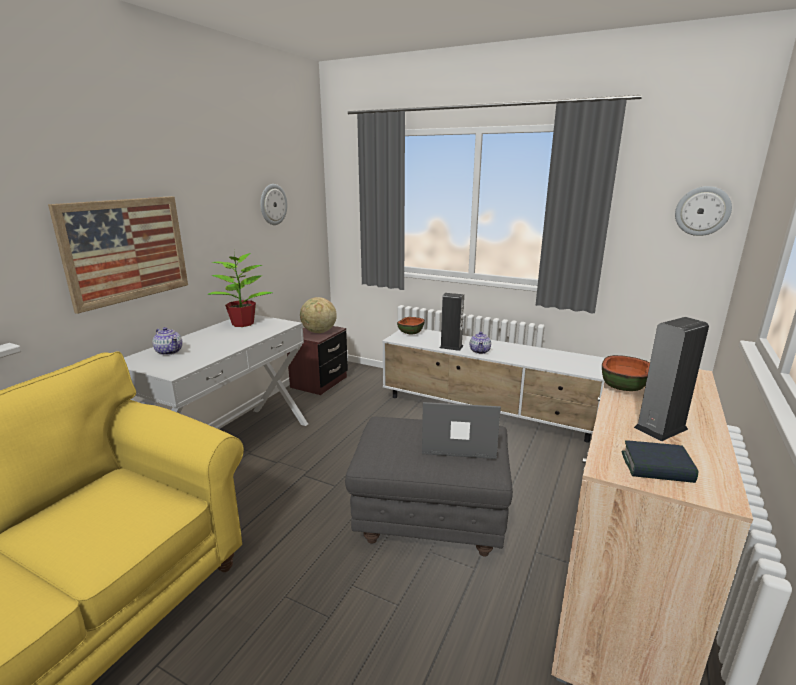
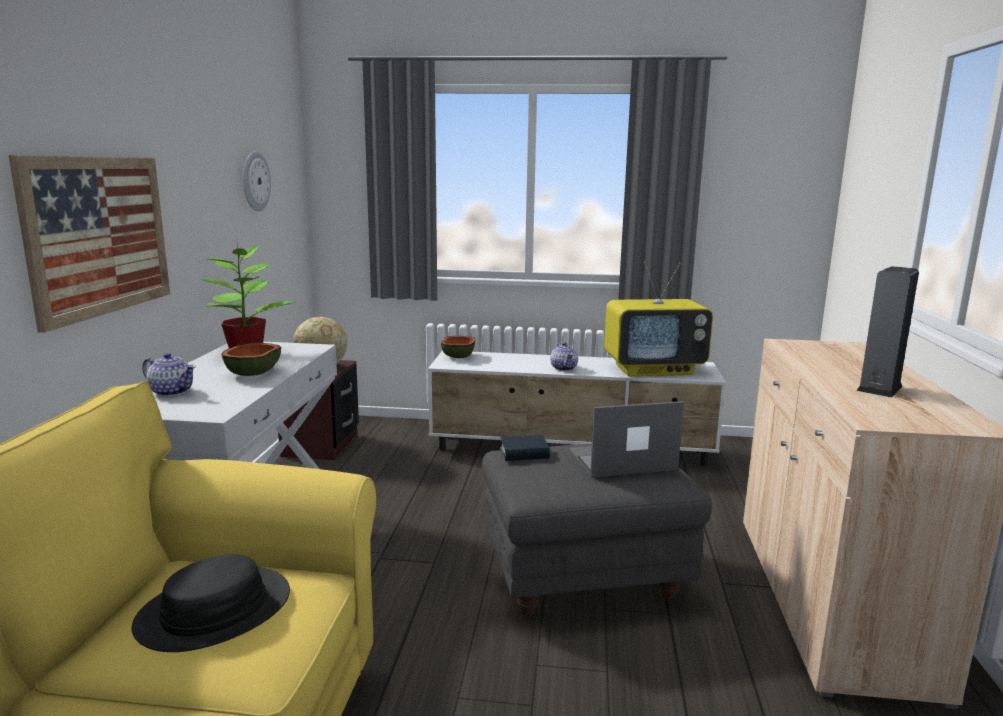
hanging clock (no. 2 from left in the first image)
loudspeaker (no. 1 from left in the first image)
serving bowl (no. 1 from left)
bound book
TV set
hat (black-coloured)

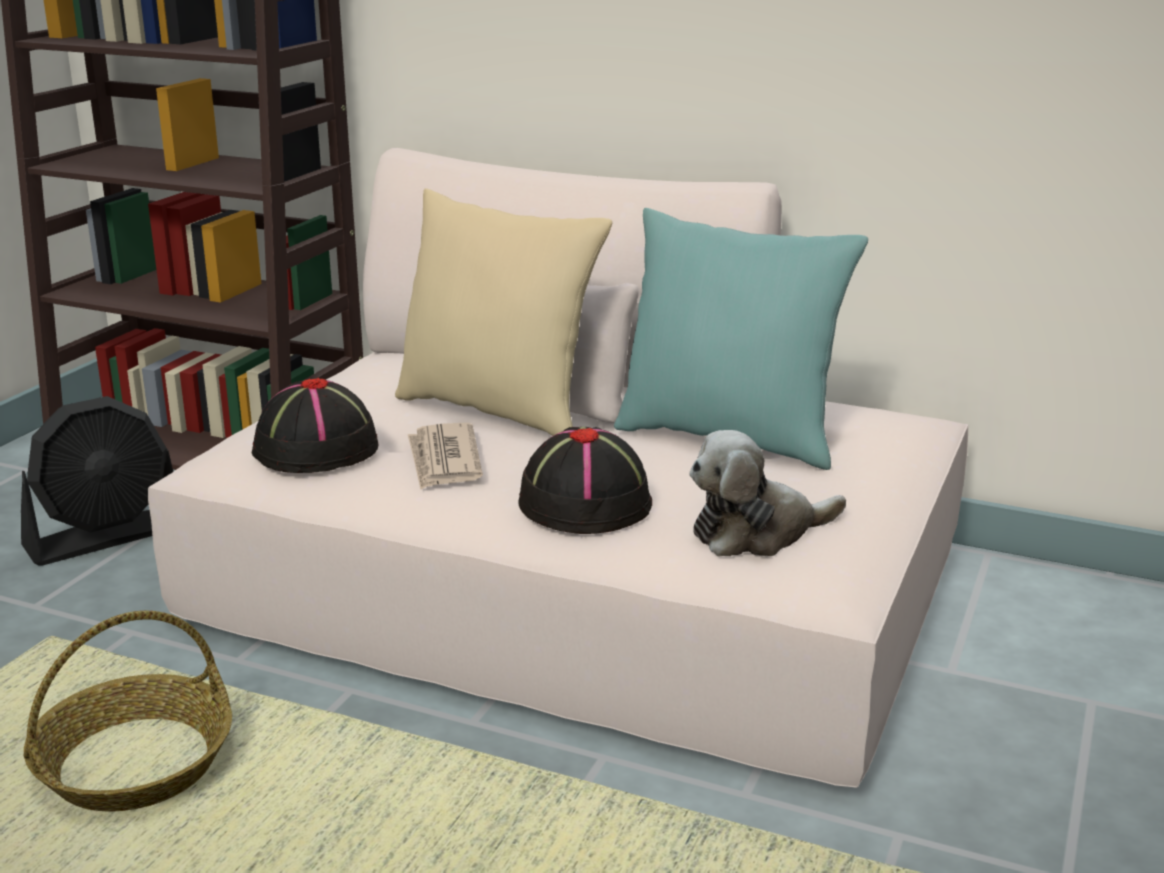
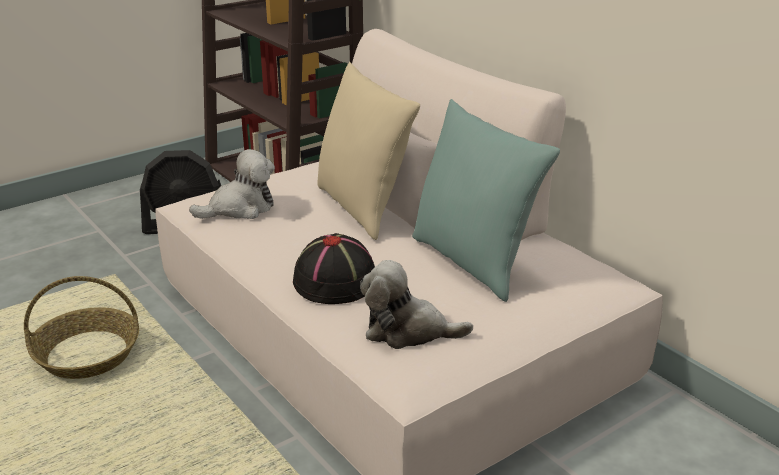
soft toy (no. 1 from left)
printed paper

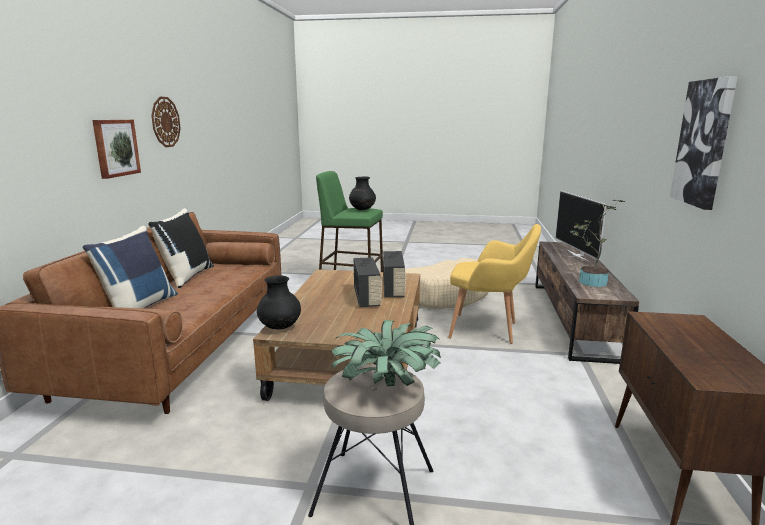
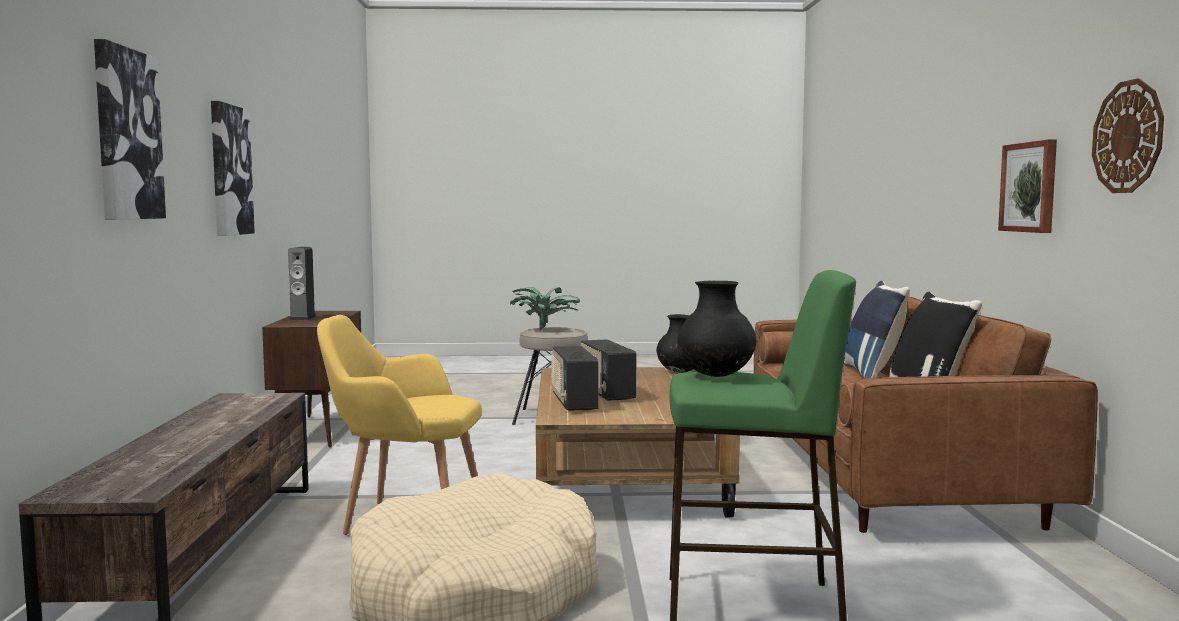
TV set
potted plant (no. 2 from left in the first image)
wall picture (no. 1 from left)
loudspeaker

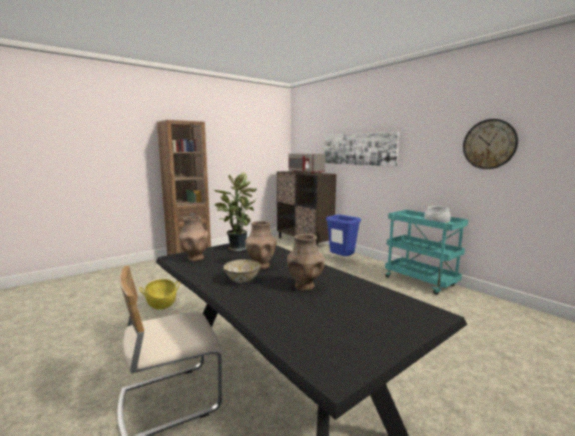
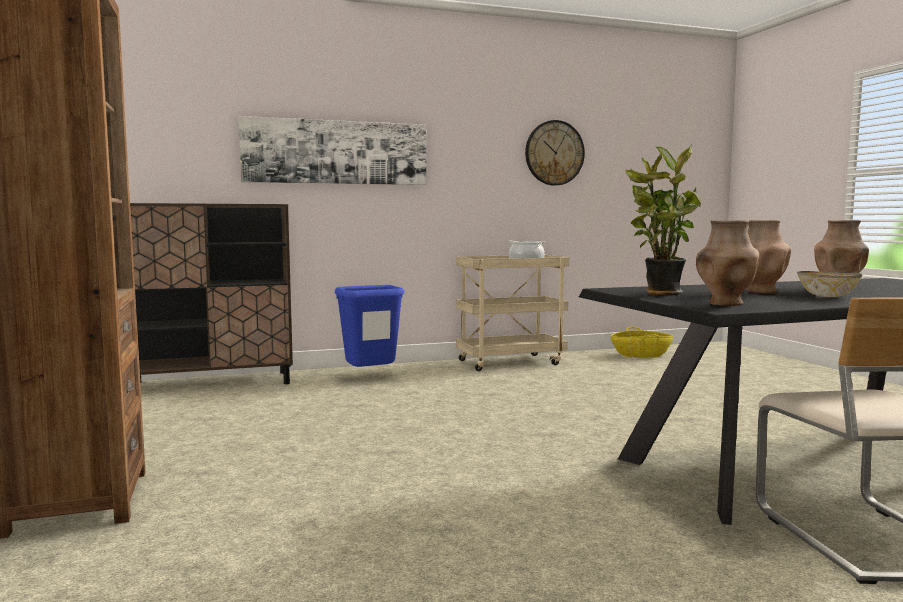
kitchen microwave (gray)
wheeled cart (sand-coloured)
storage basket

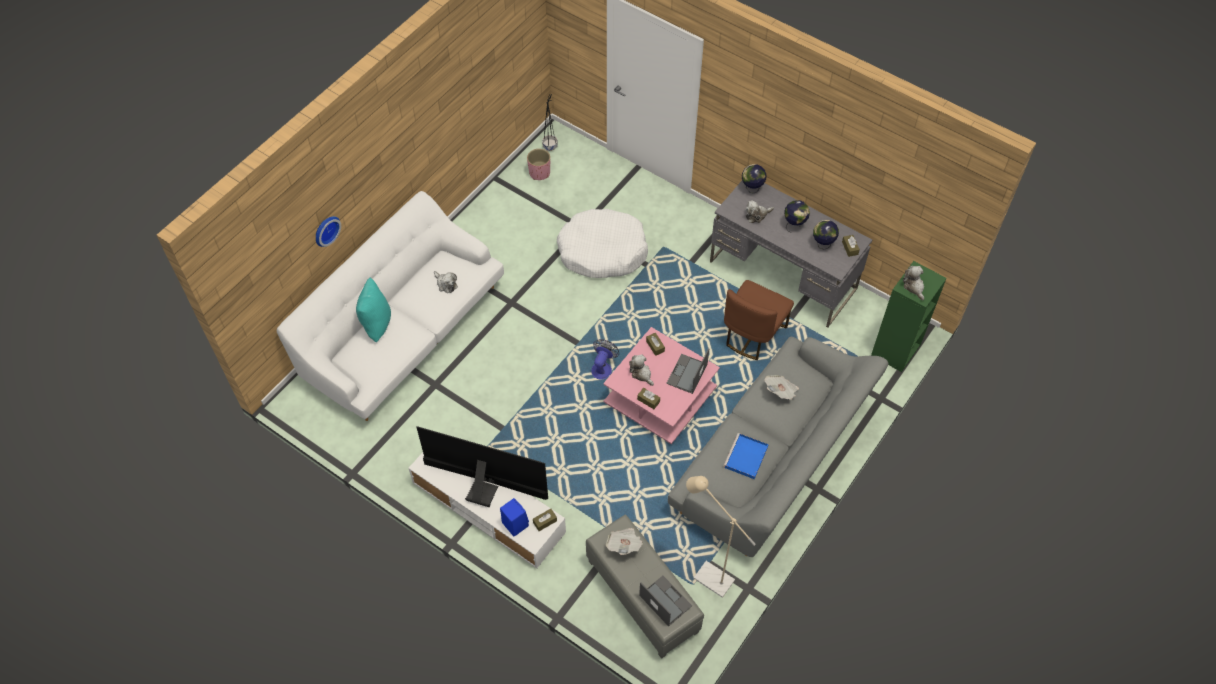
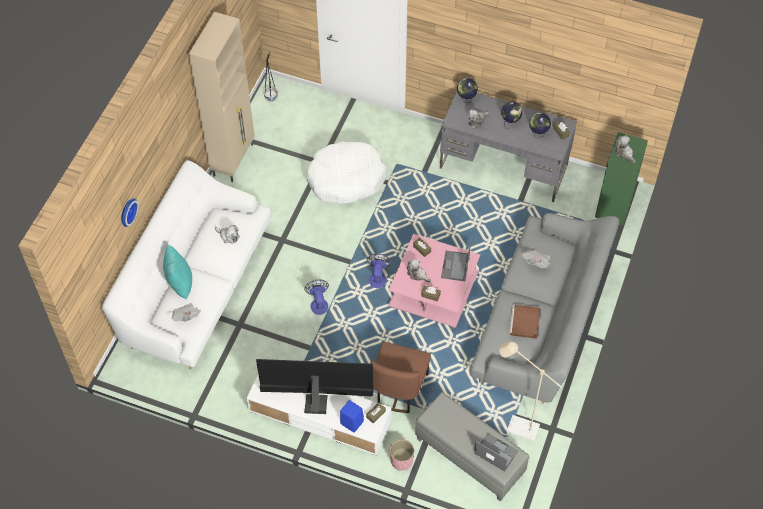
plant pot (pinkish)
upright chair (brownish)
tray (brownish)
printed paper (no. 1 from left)
storage cabinet (sand-coloured)
cooling fan (no. 1 from left)

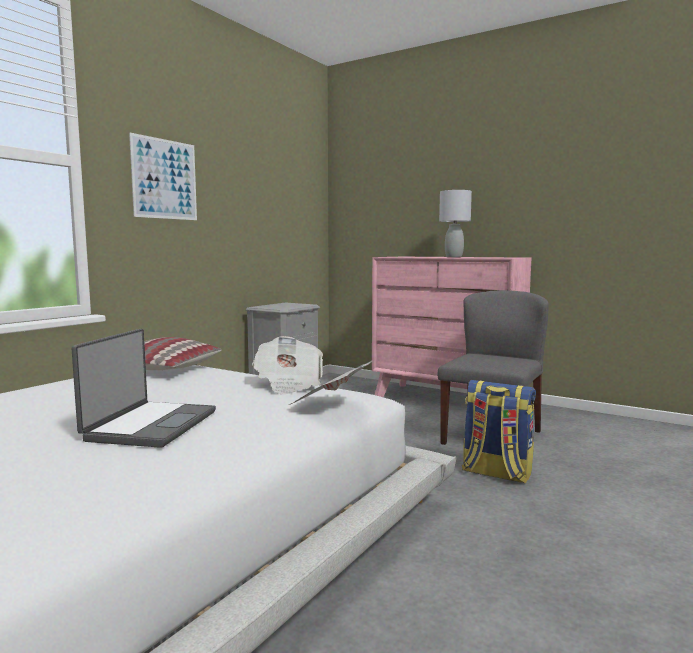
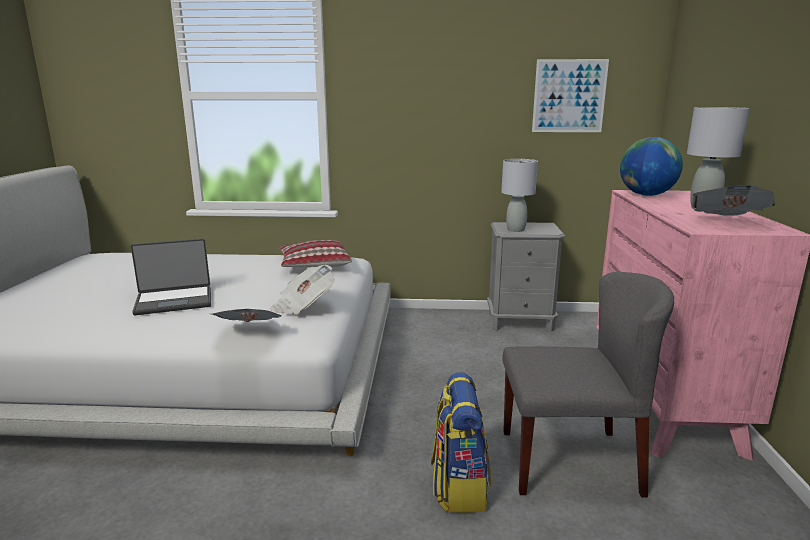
wall picture
desk globe
lamp for a table (gray) (no. 1 from left)
printed paper (no. 3 from left)

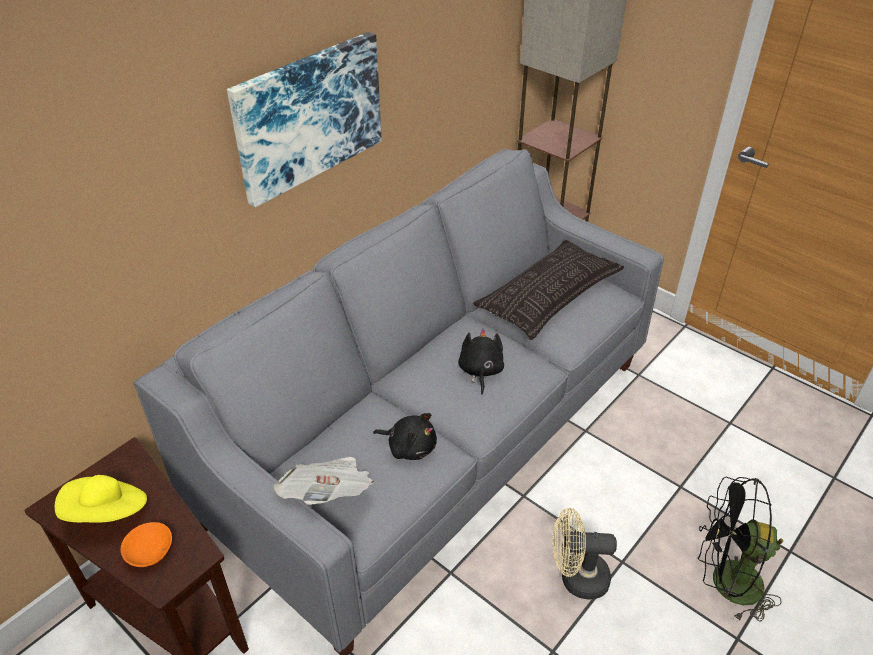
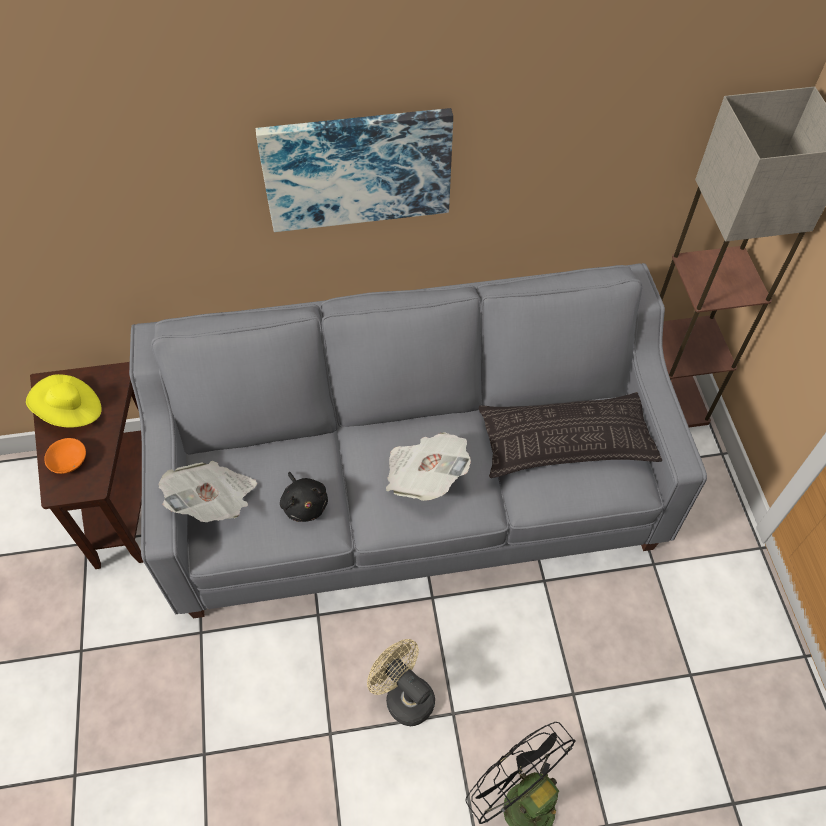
printed paper (no. 2 from left)

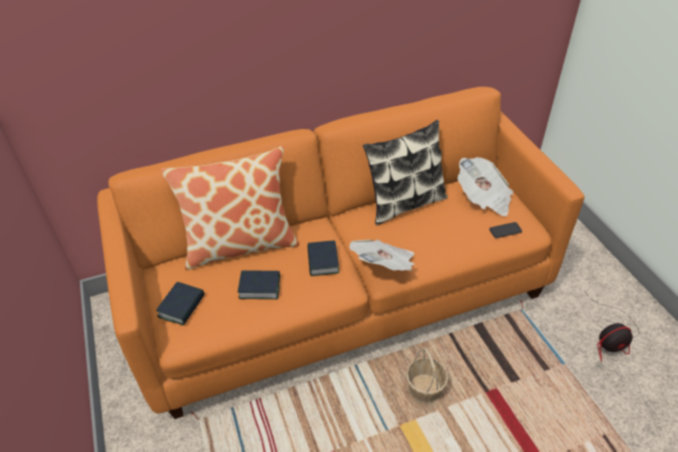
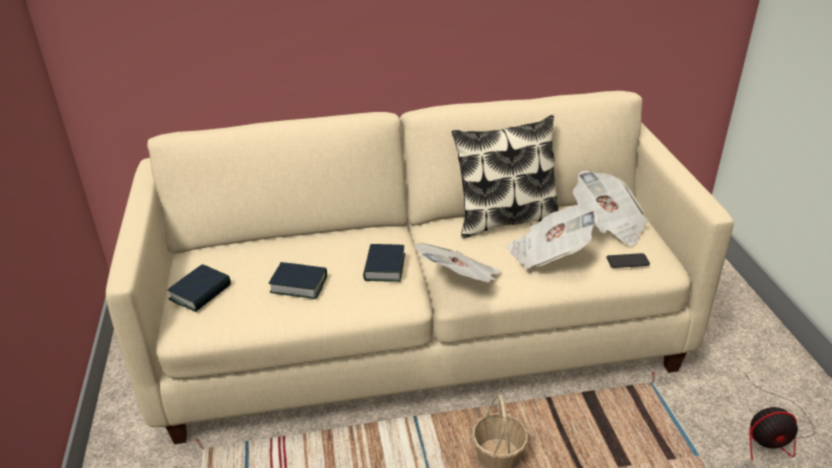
settee (sand-coloured)
cushion (no. 1 from left in the first image)
printed paper (no. 2 from left)

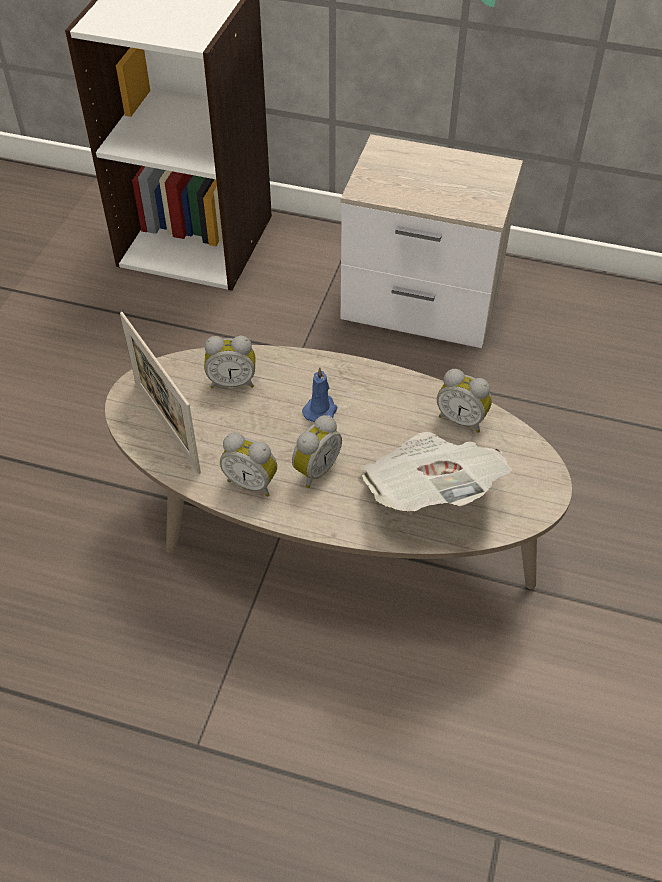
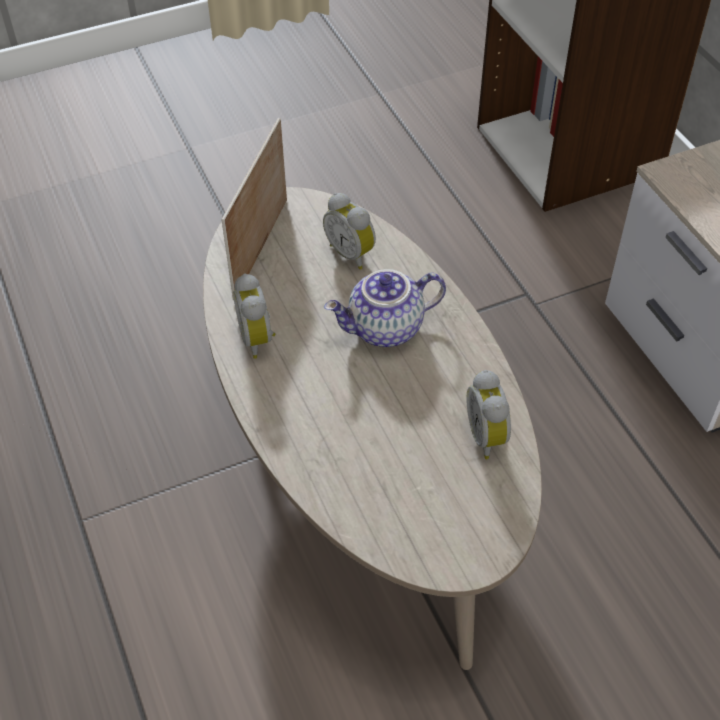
pot for tea
alarm clock (no. 3 from left in the first image)
printed paper

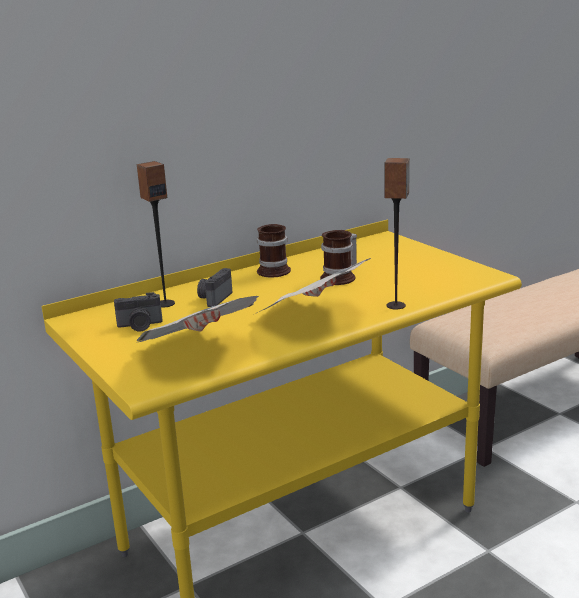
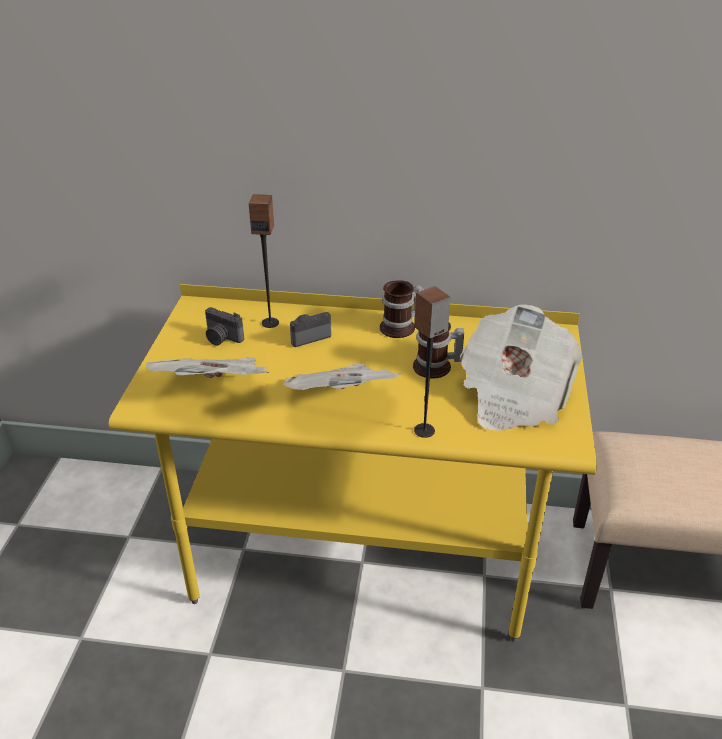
printed paper (no. 3 from left)

